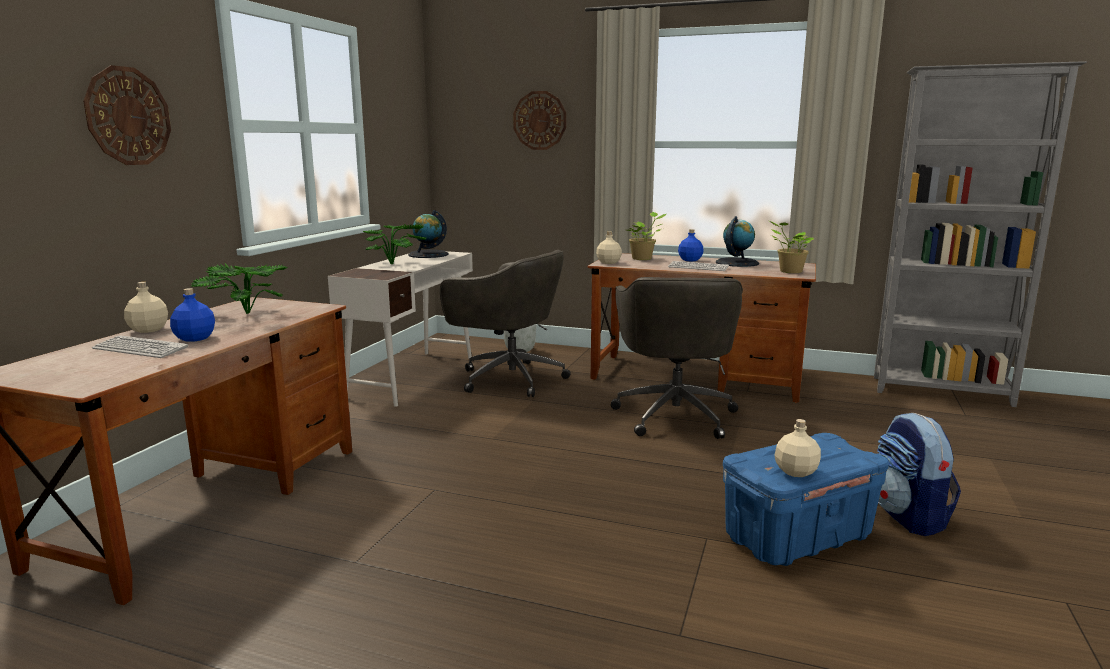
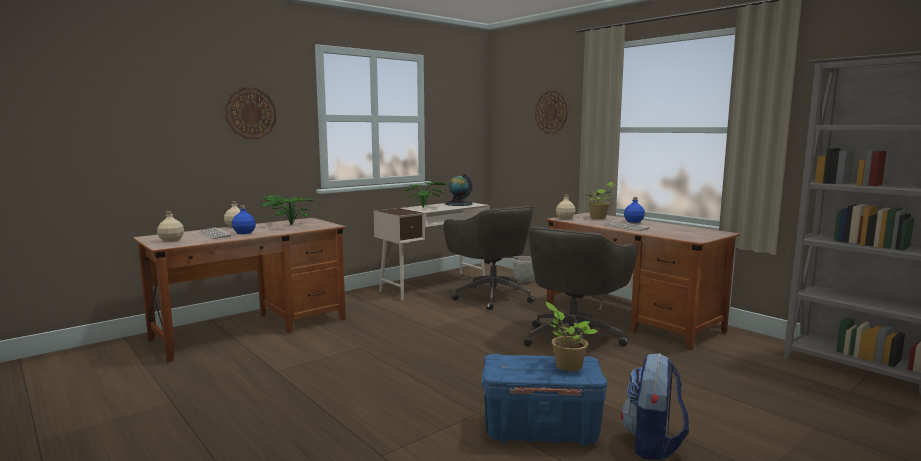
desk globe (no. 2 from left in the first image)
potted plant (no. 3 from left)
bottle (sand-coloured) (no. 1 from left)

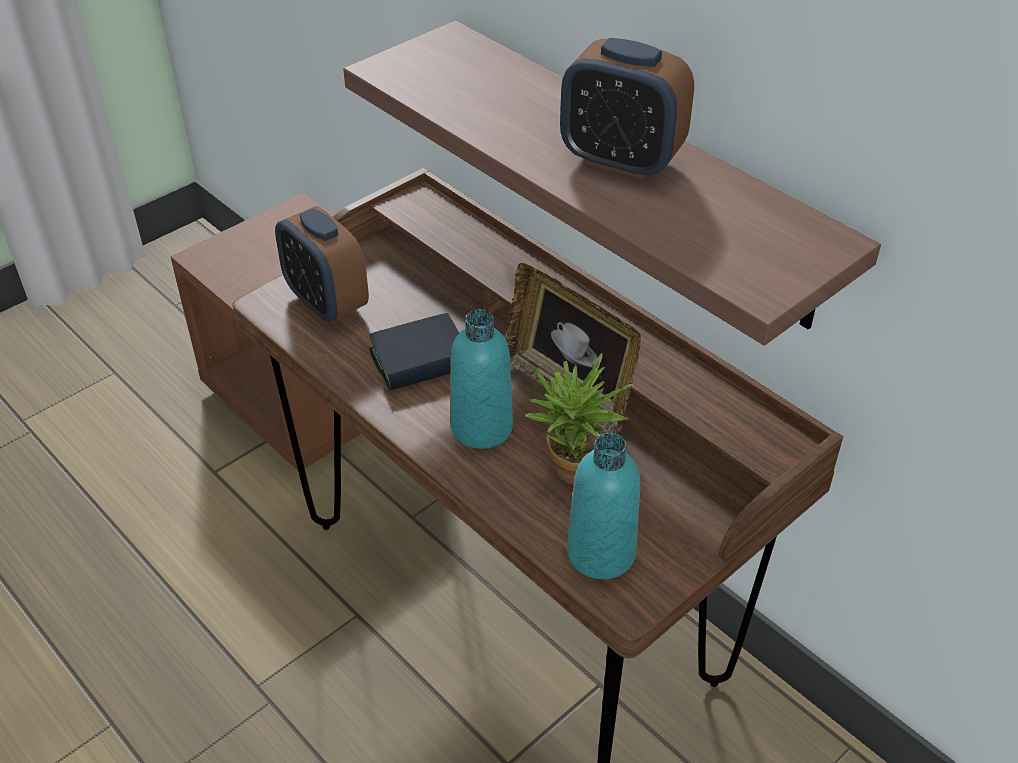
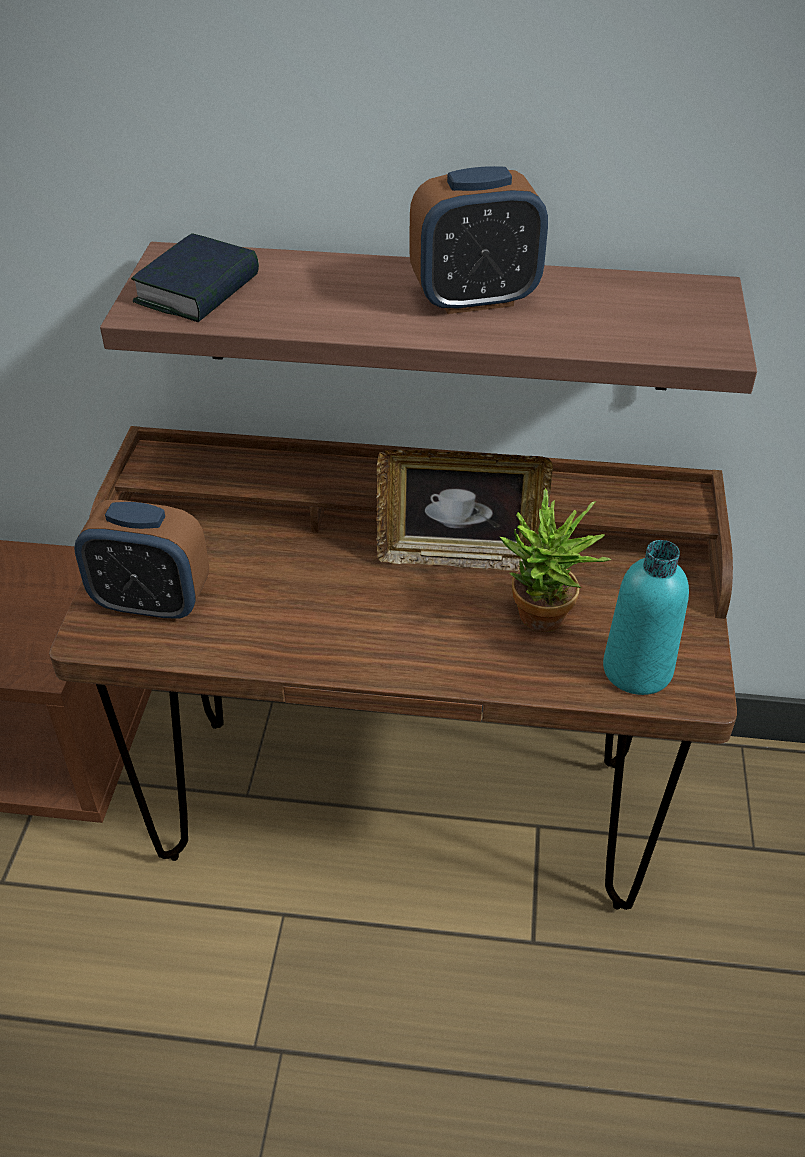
bottle (turquoise-coloured) (no. 1 from left in the first image)
bound book

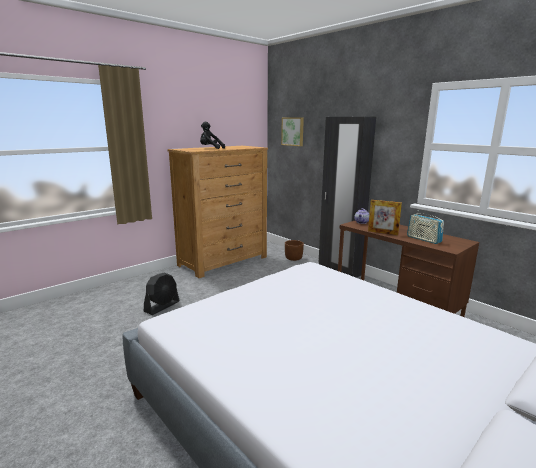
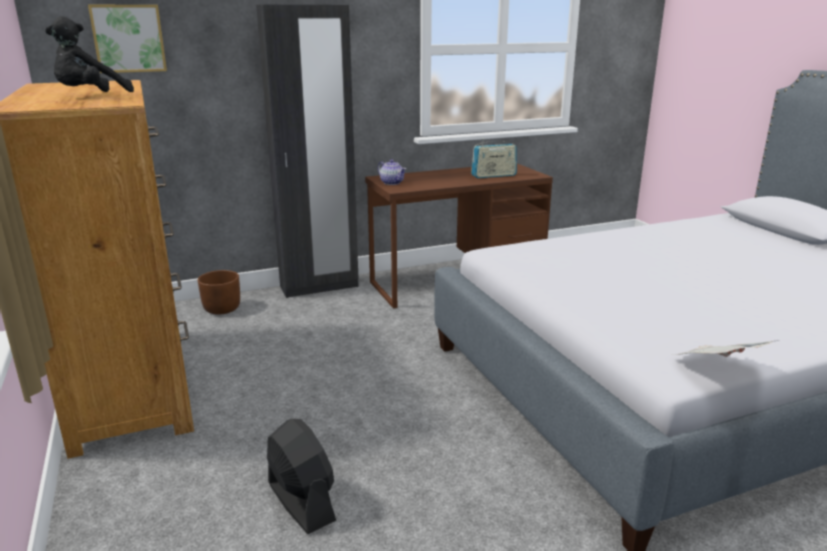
picture frame
printed paper

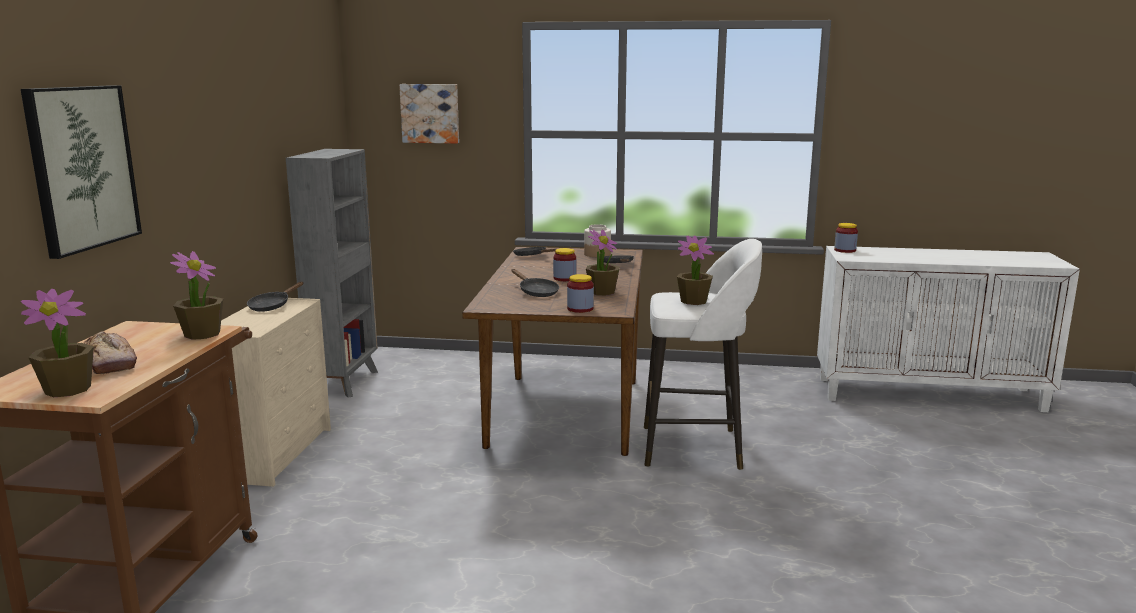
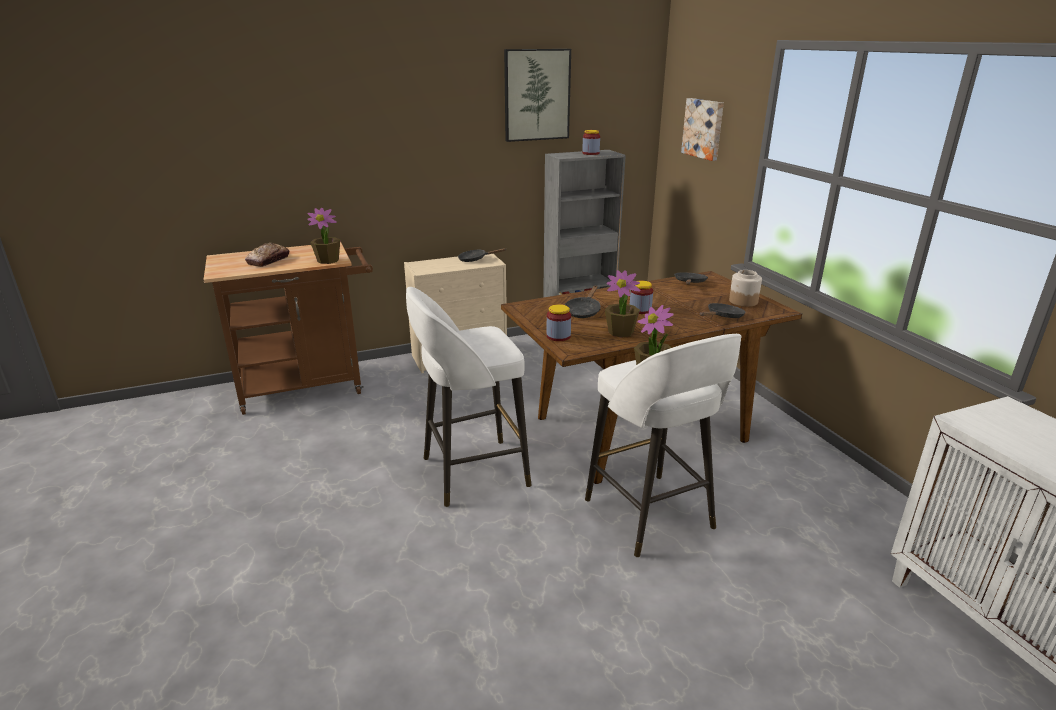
wall picture (no. 1 from left)
jar (no. 2 from left)
potted plant (no. 1 from left in the first image)
stool seat (white-coloured) (no. 1 from left)

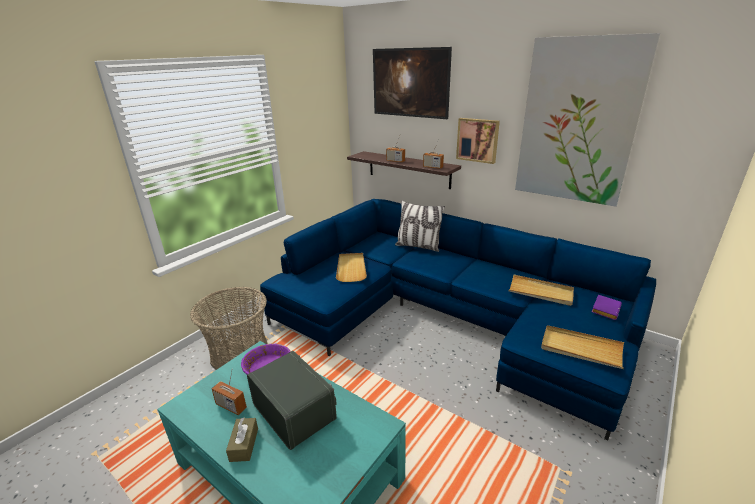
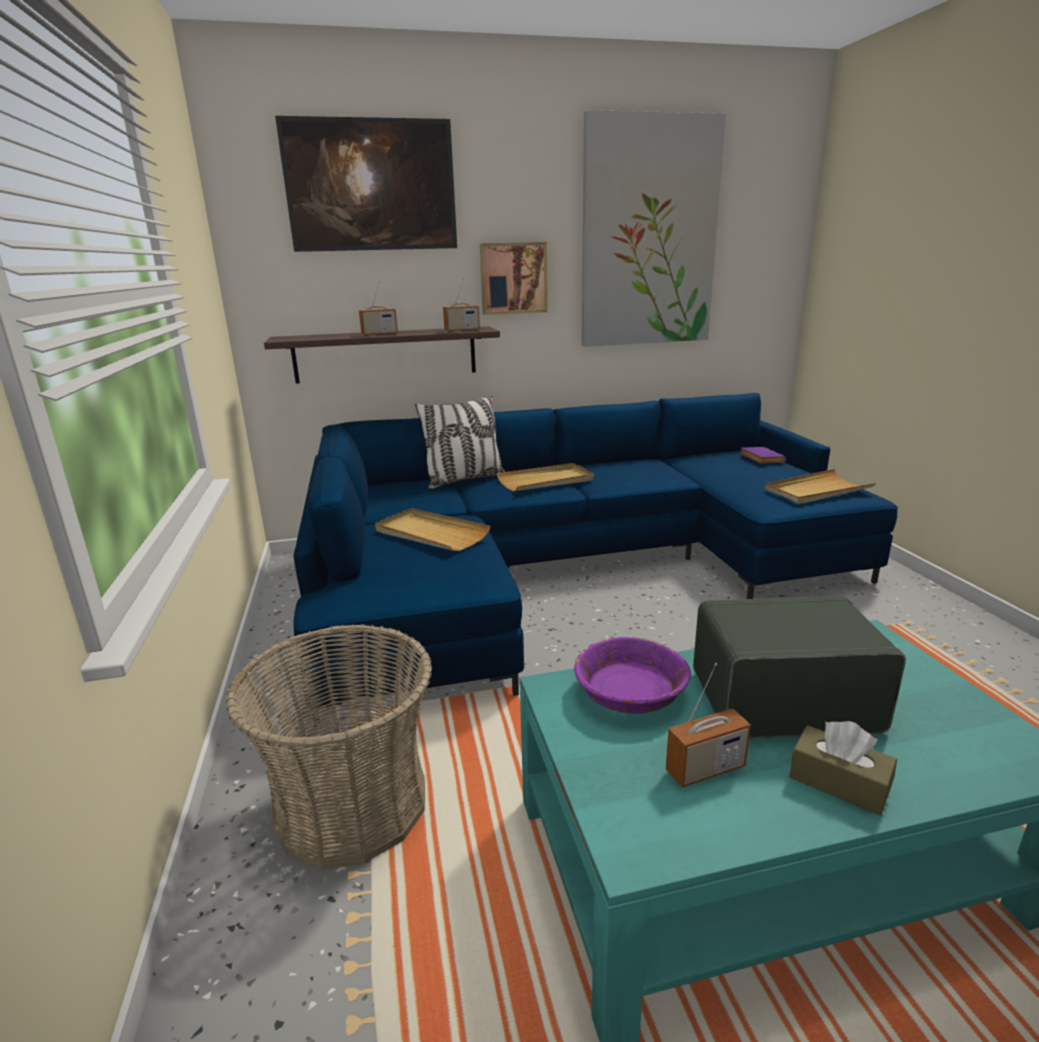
tray (sand-coloured) (no. 2 from left)

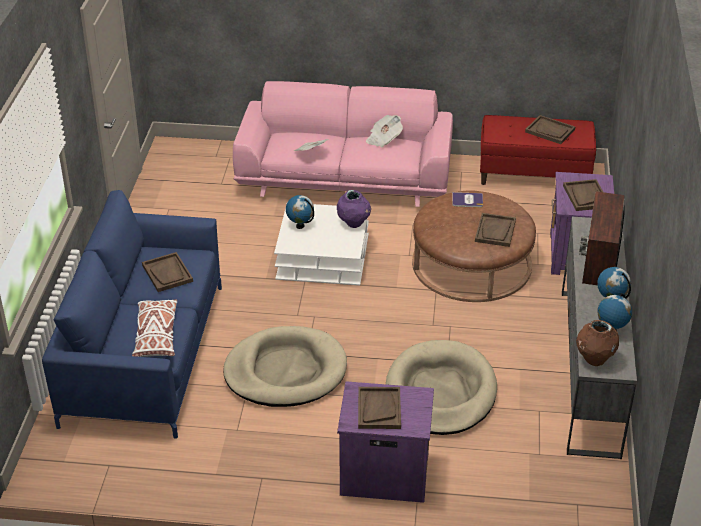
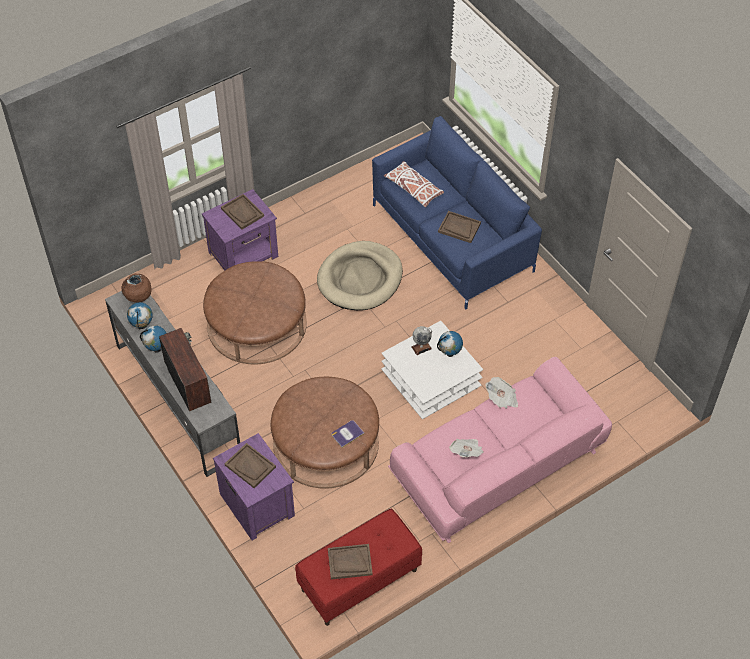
flower vase (purple-coloured)
tray (brownish) (no. 3 from left in the first image)
ottoman (brownish) (no. 1 from left)
desk globe (no. 3 from left)

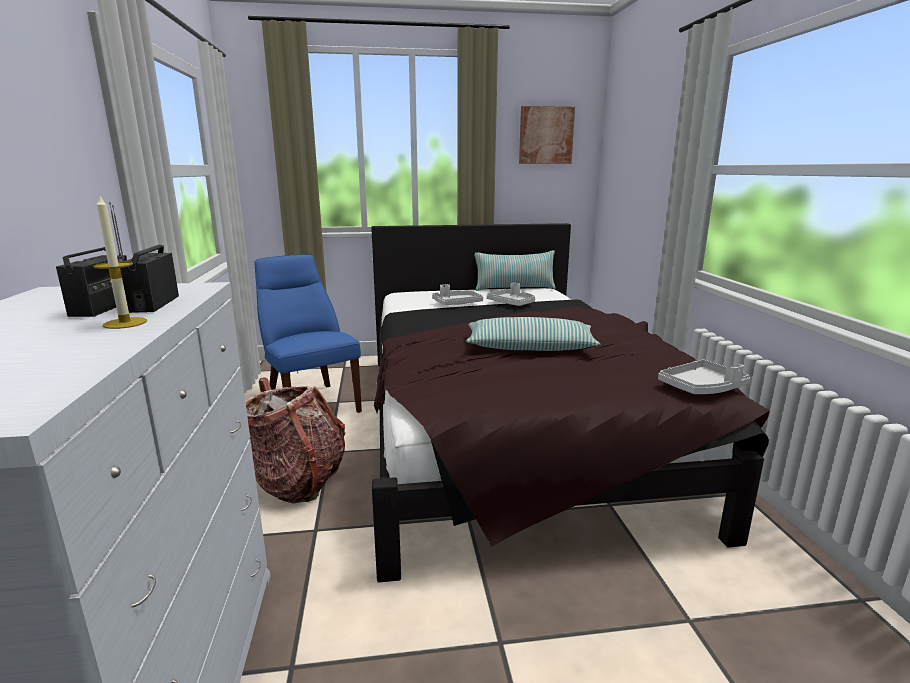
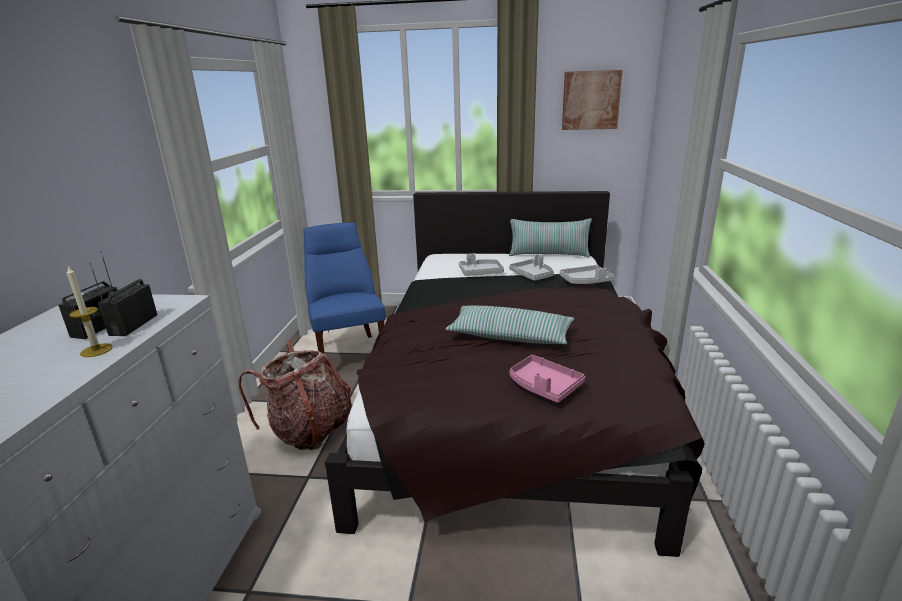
tray (gray) (no. 3 from left)
tray (pinkish)

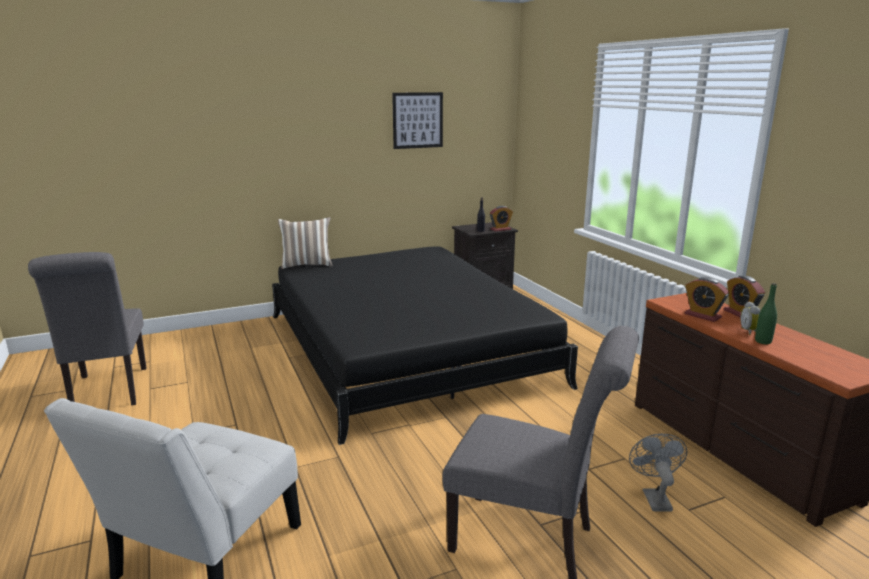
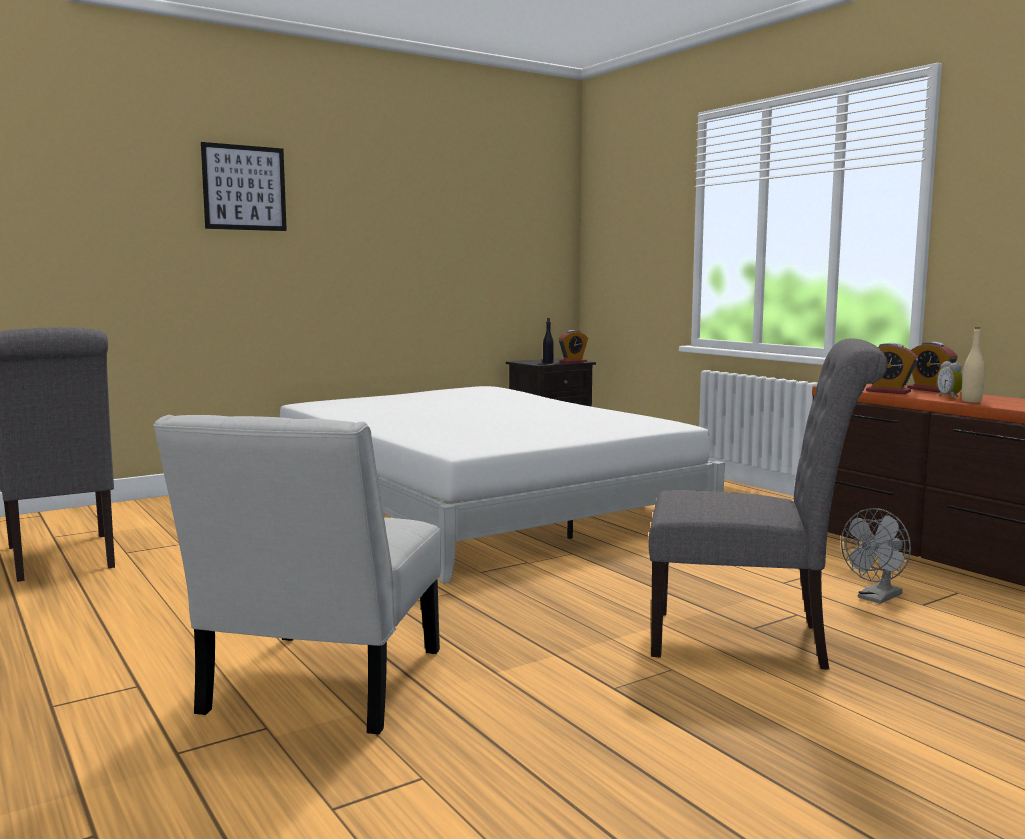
wall picture
cushion
bedroom bed (white-coloured)
bottle (sand-coloured)
cooling fan (gray)

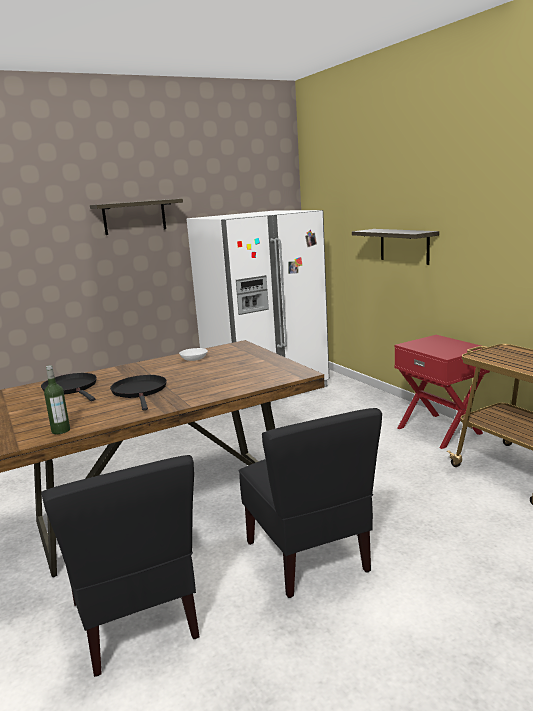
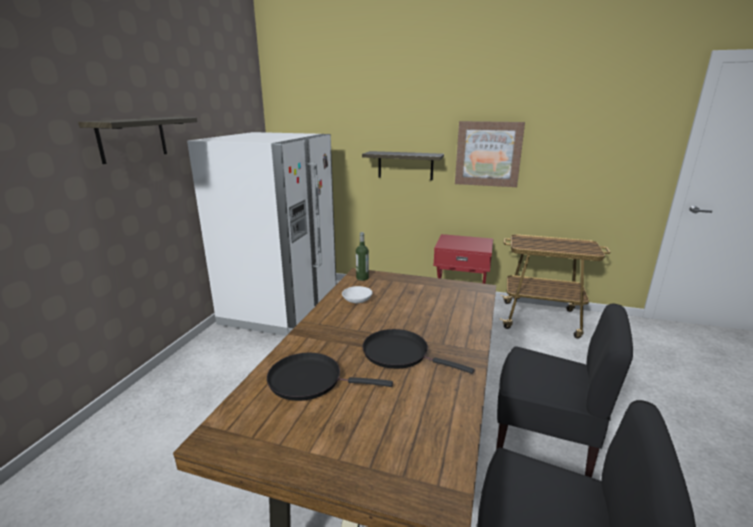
bottle
wall picture

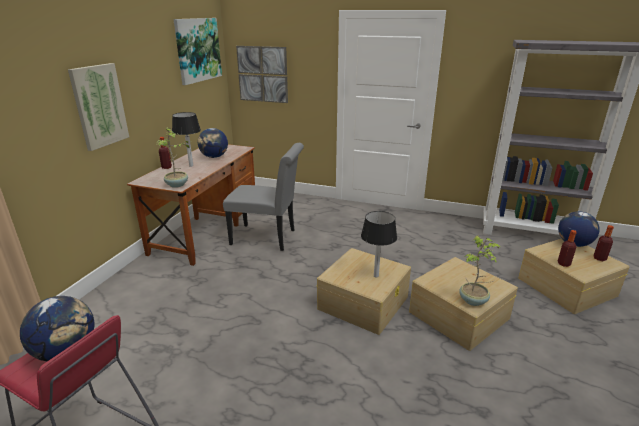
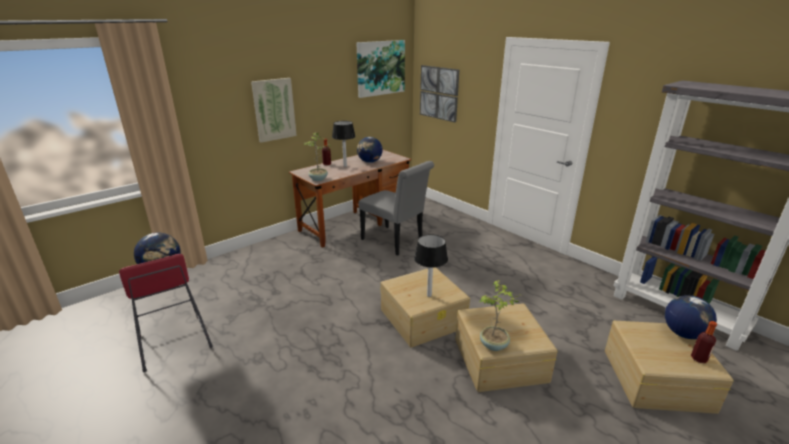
bottle (no. 2 from left in the first image)

